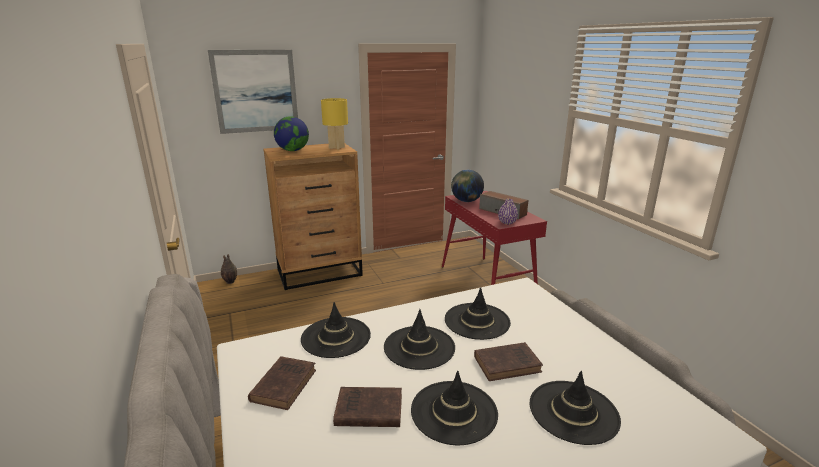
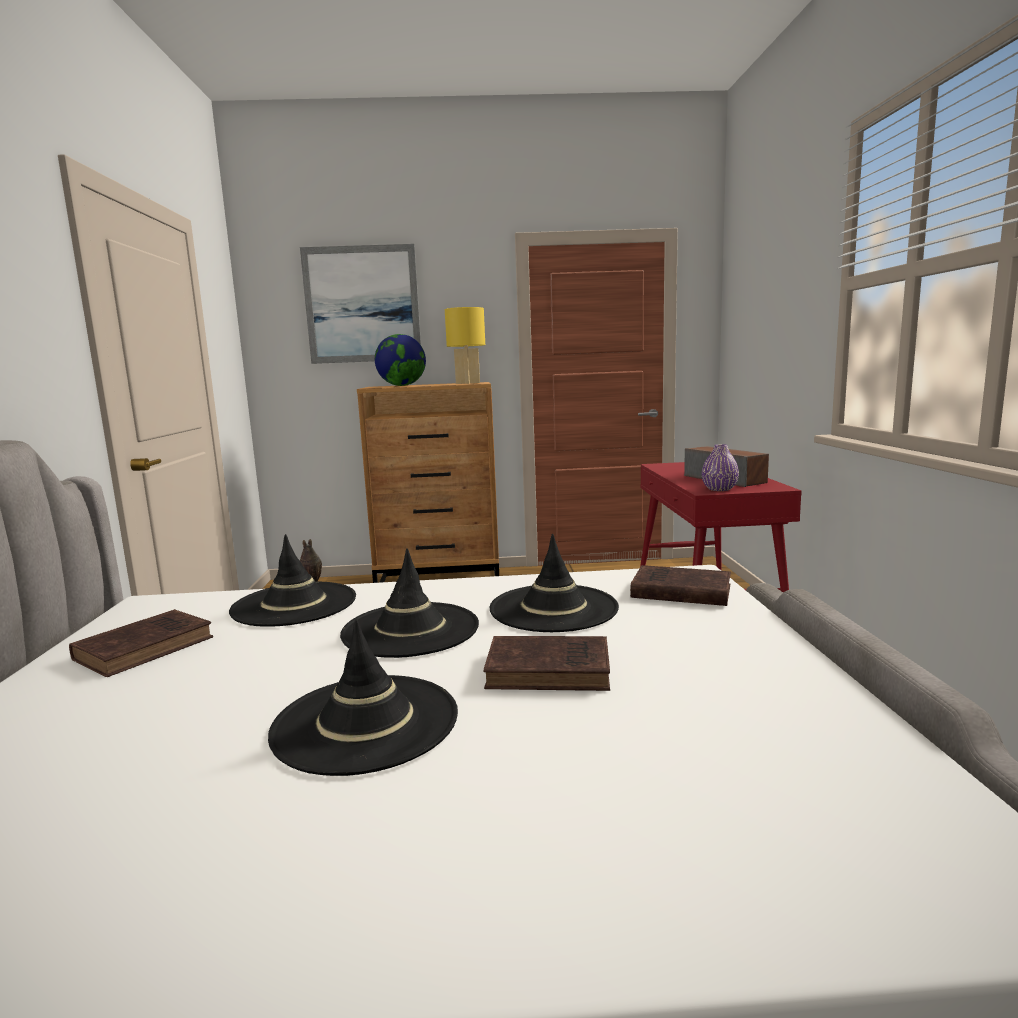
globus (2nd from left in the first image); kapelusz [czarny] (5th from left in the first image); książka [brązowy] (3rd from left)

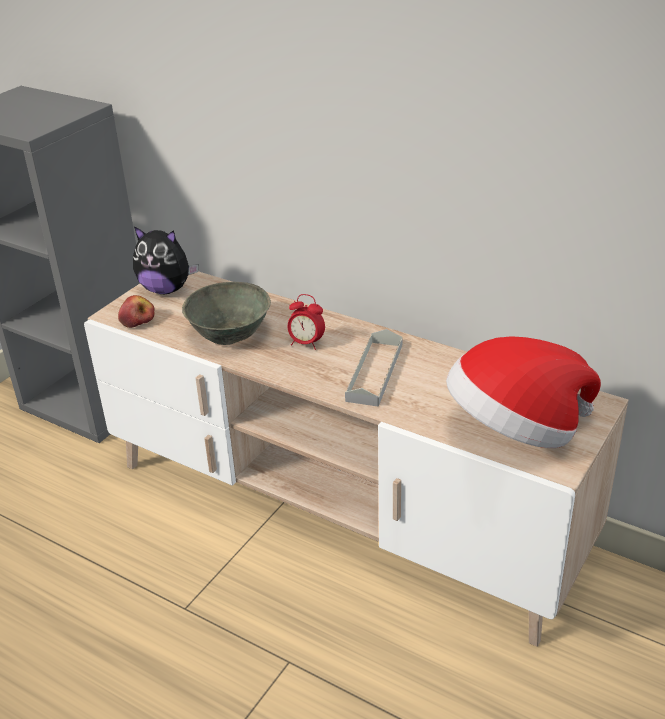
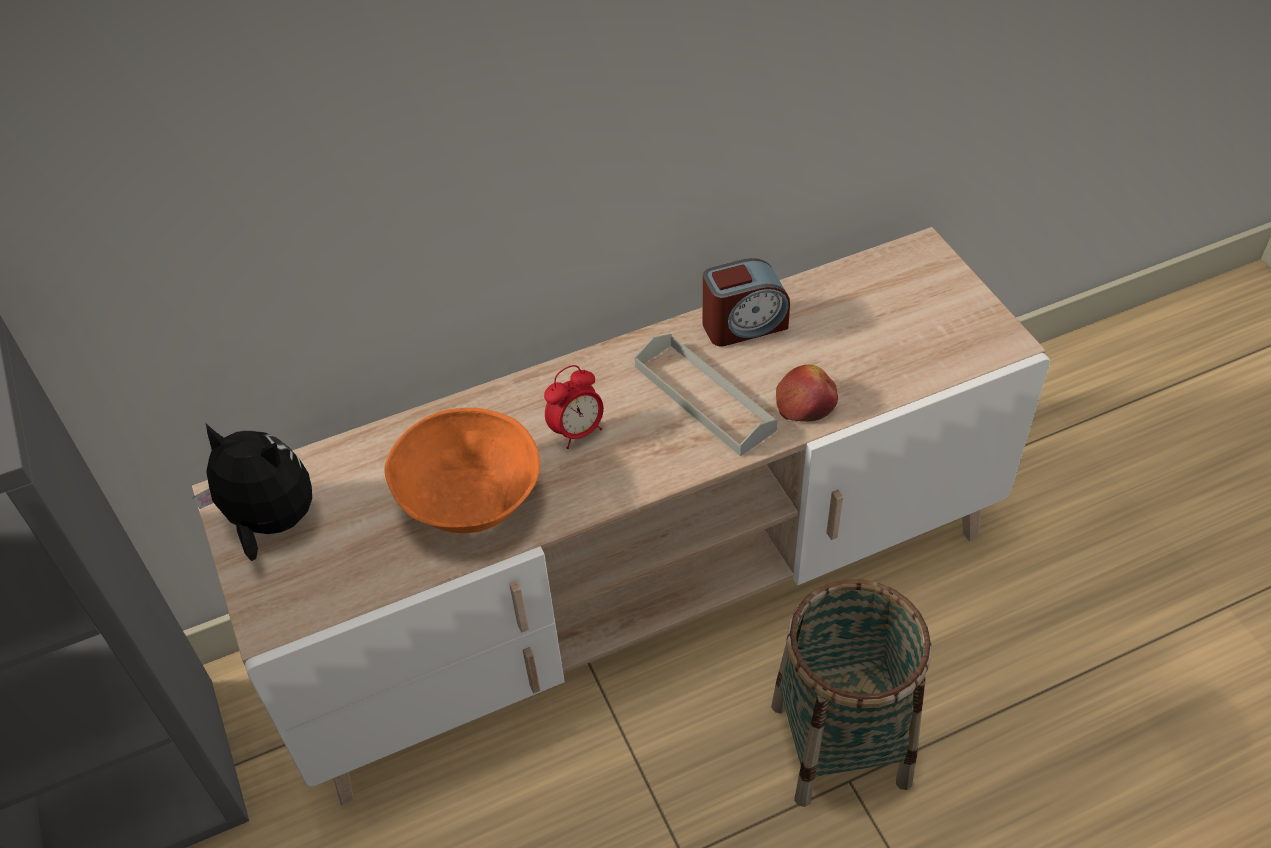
kapelusz; budzik (2nd from left); koszyk; jabłko; miska [pomarańczowy]; pluszak

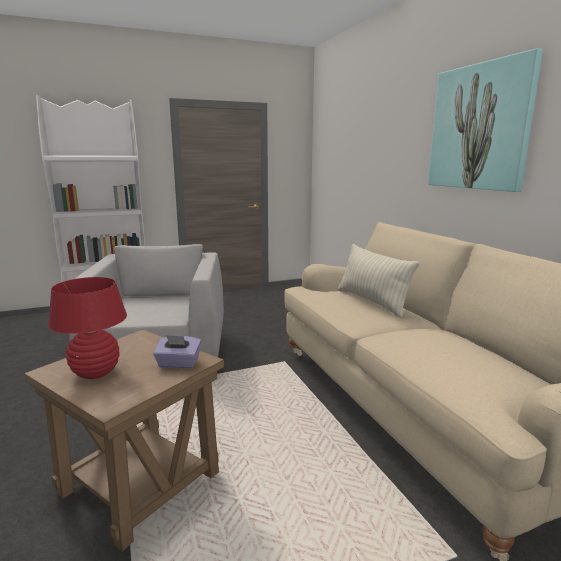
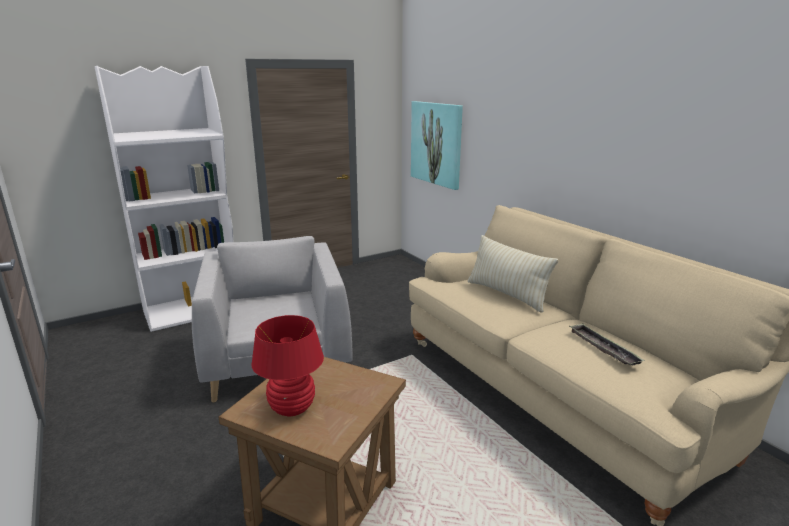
pudełko chusteczek [fioletowy]; taca; obraz

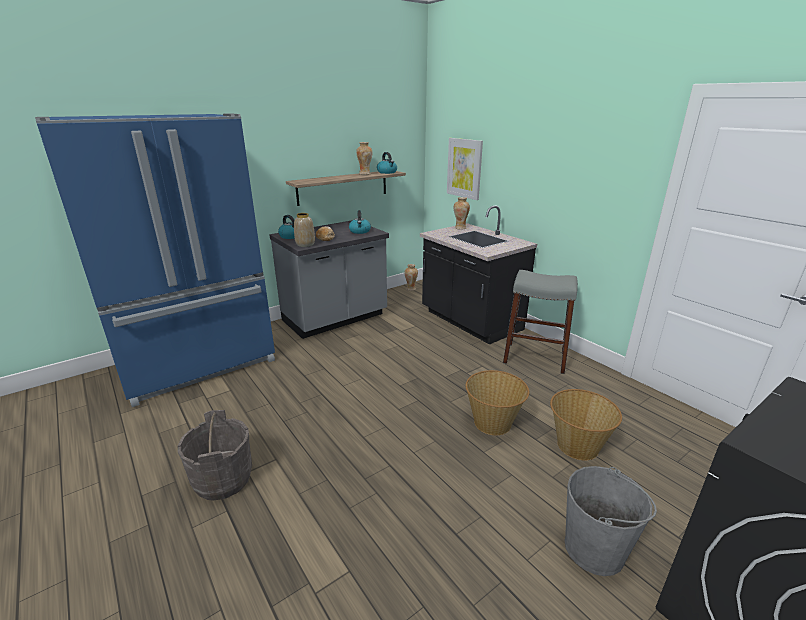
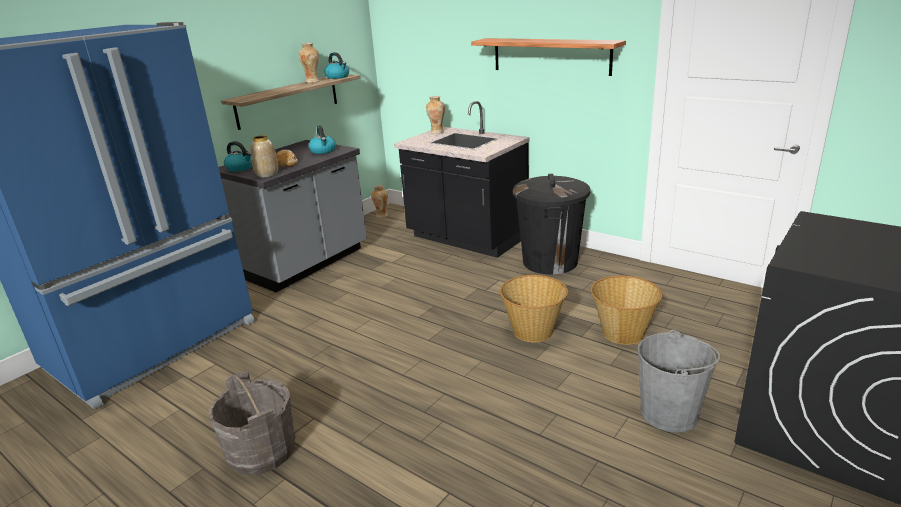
obraz; półka (2nd from left); kosz na śmieci [czarny]

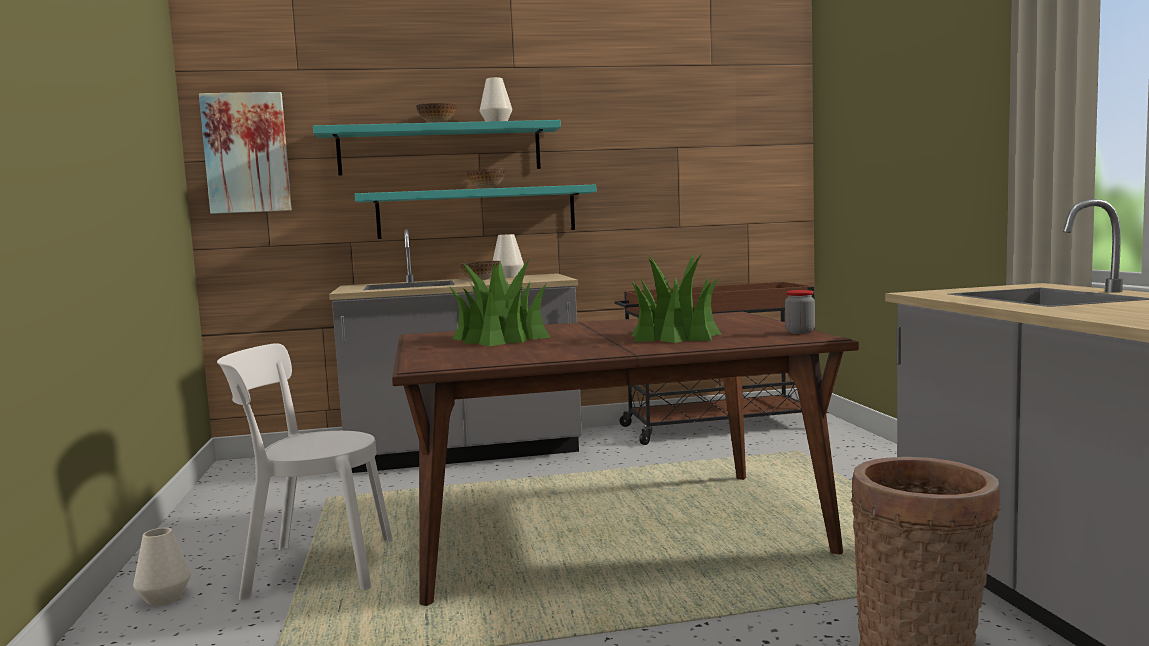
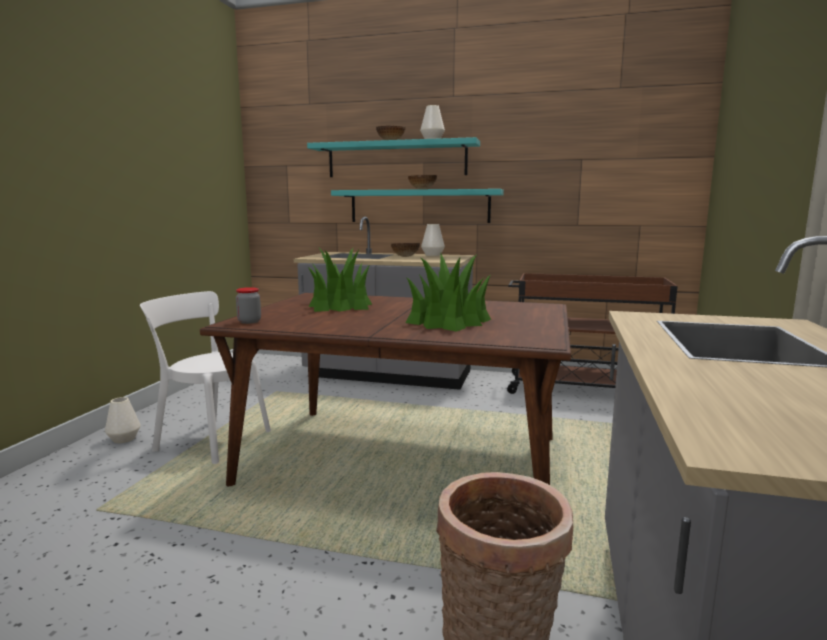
obraz; słoik

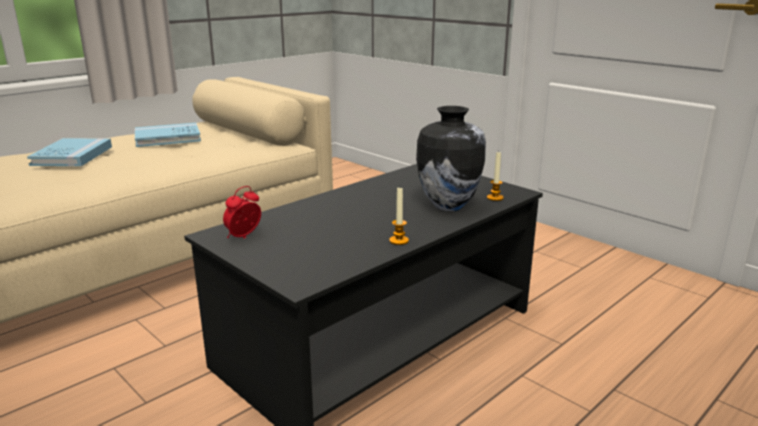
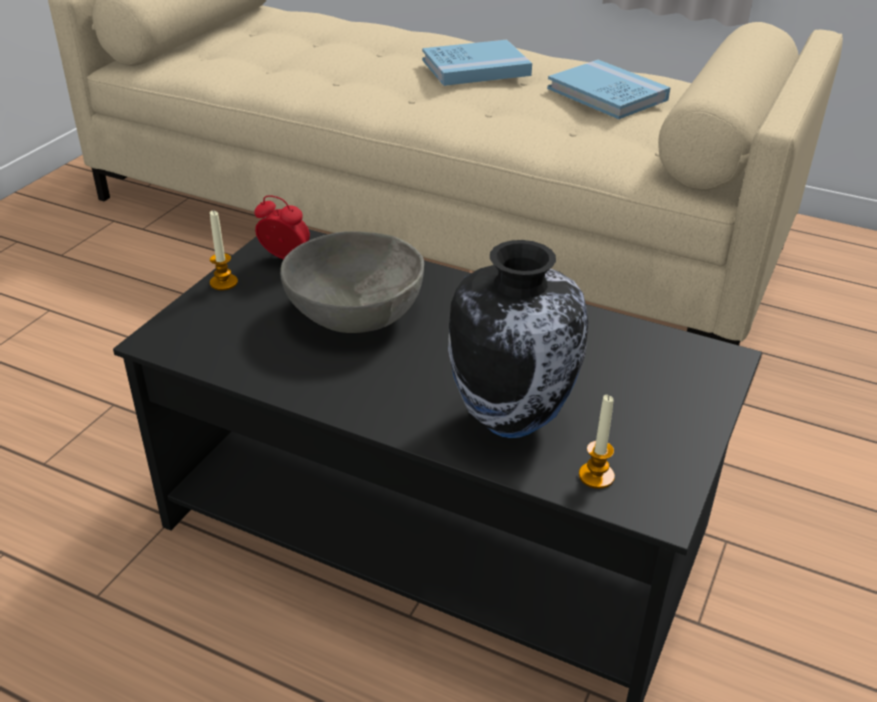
miska [szary]; świeca (1st from left)

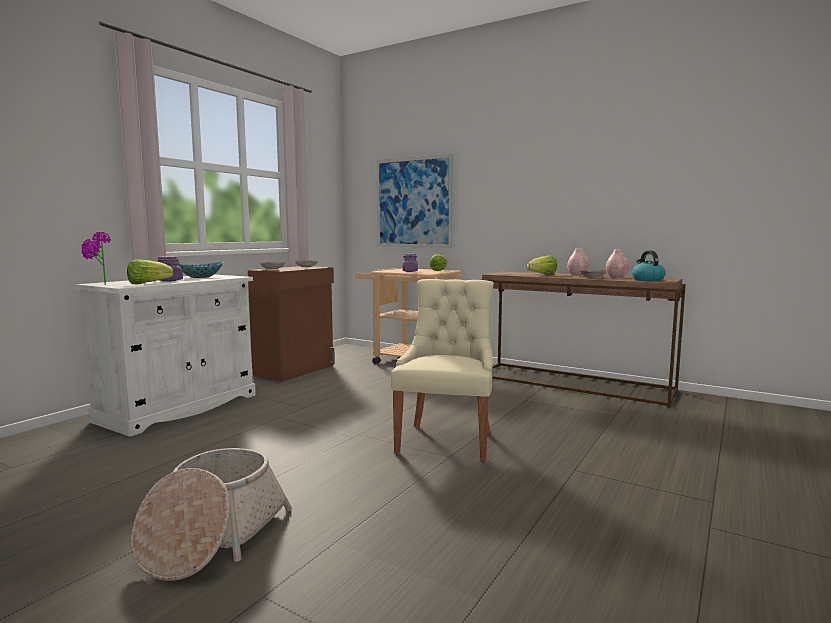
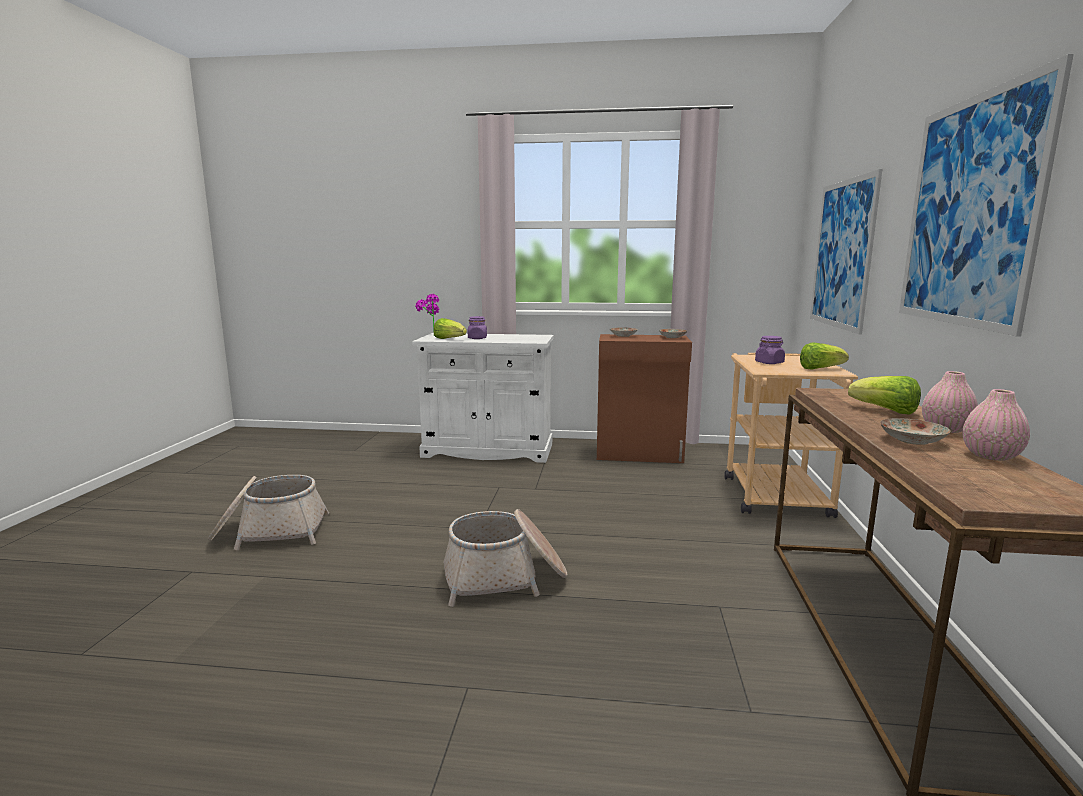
miska; czajnik; obraz (2nd from left); koszyk (2nd from left)

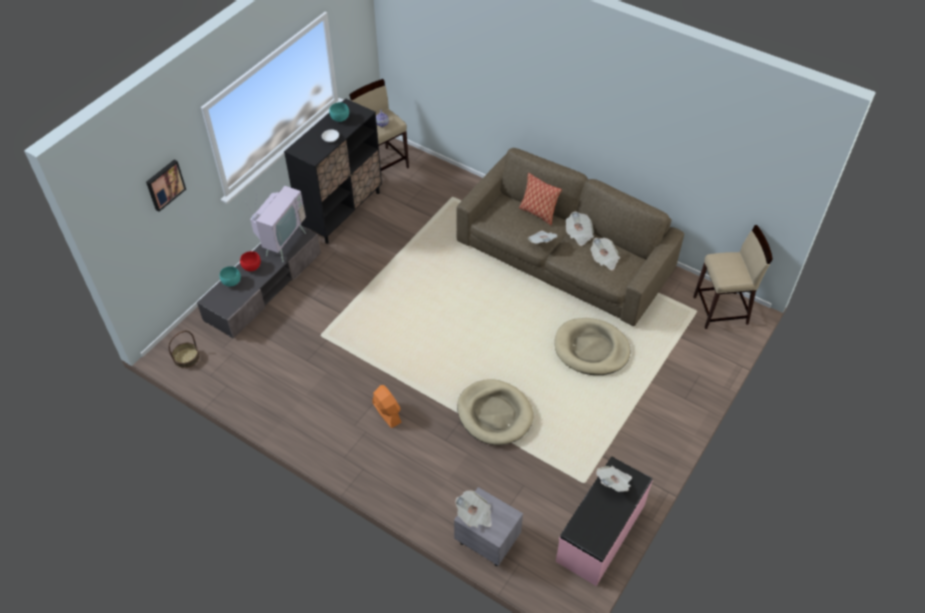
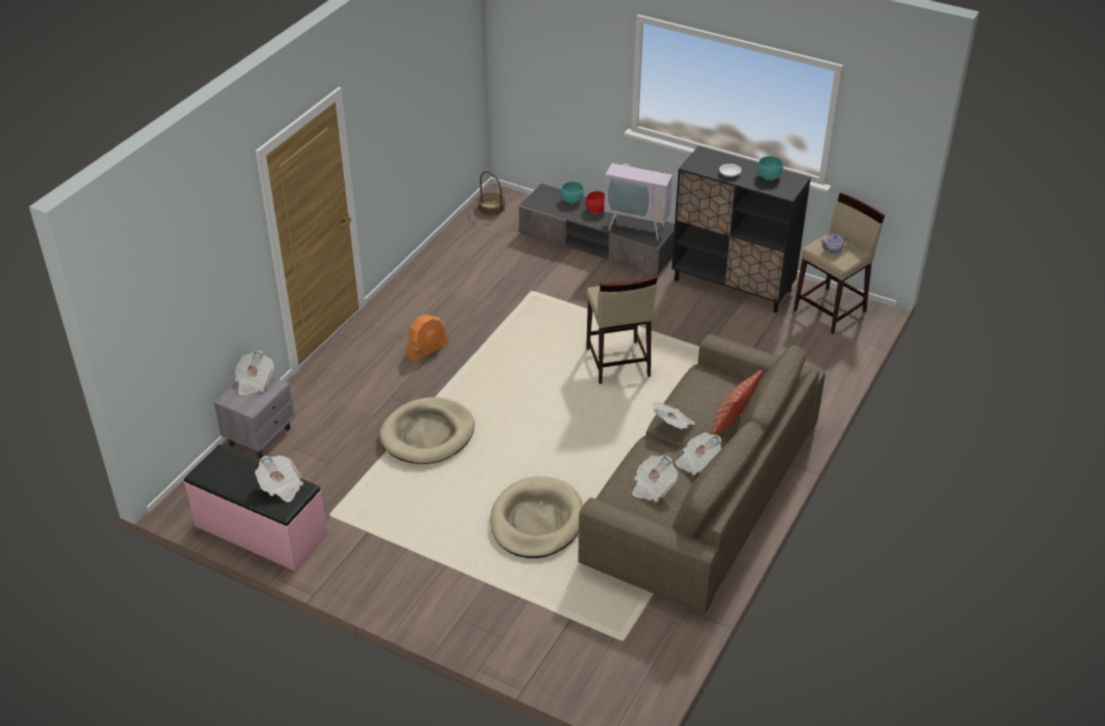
obraz; stołek [beżowy] (1st from left)

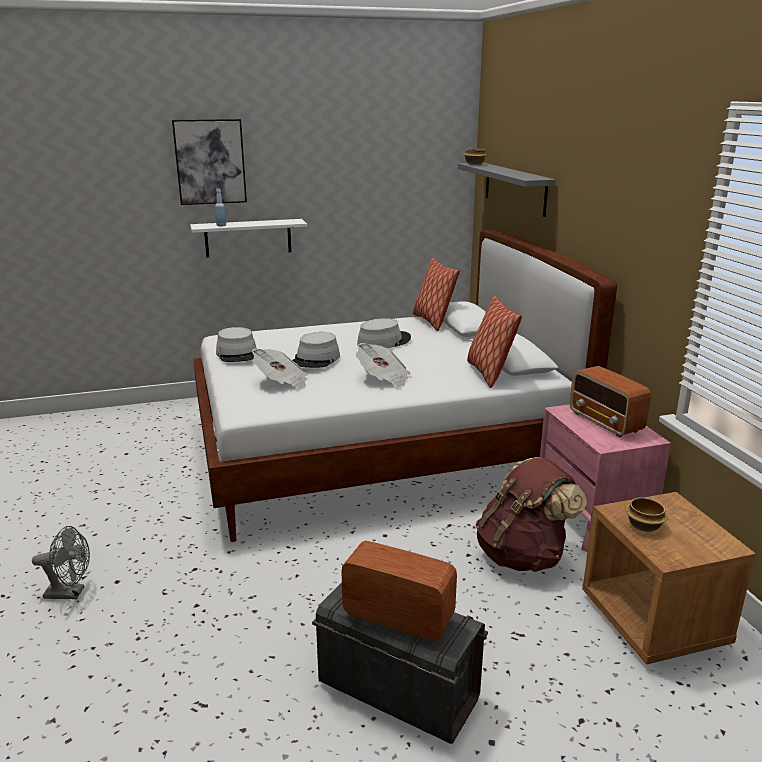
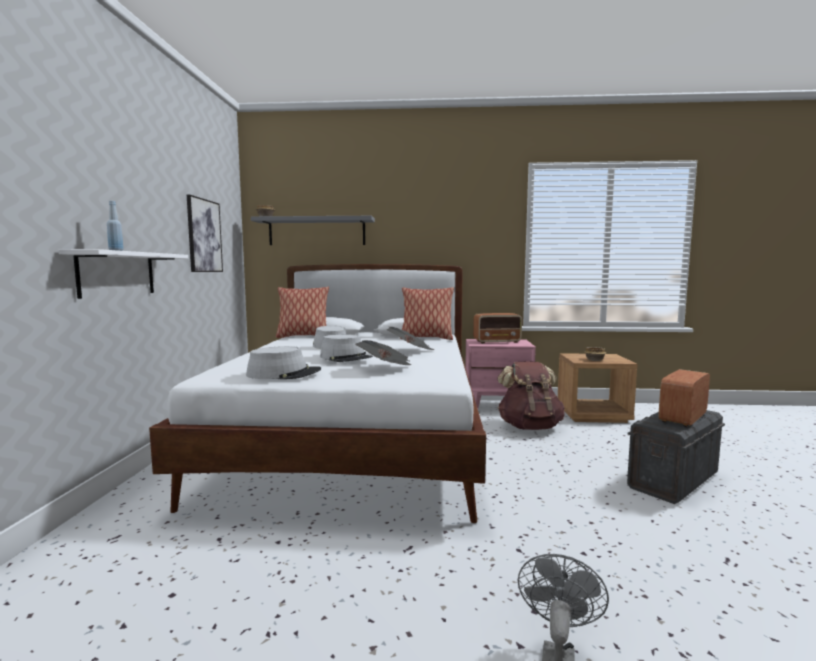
obraz

